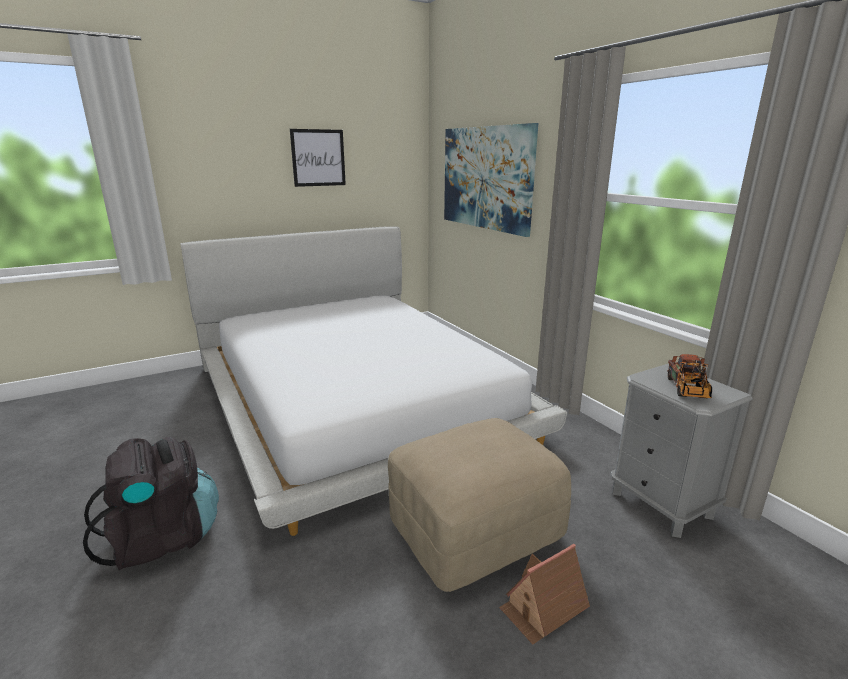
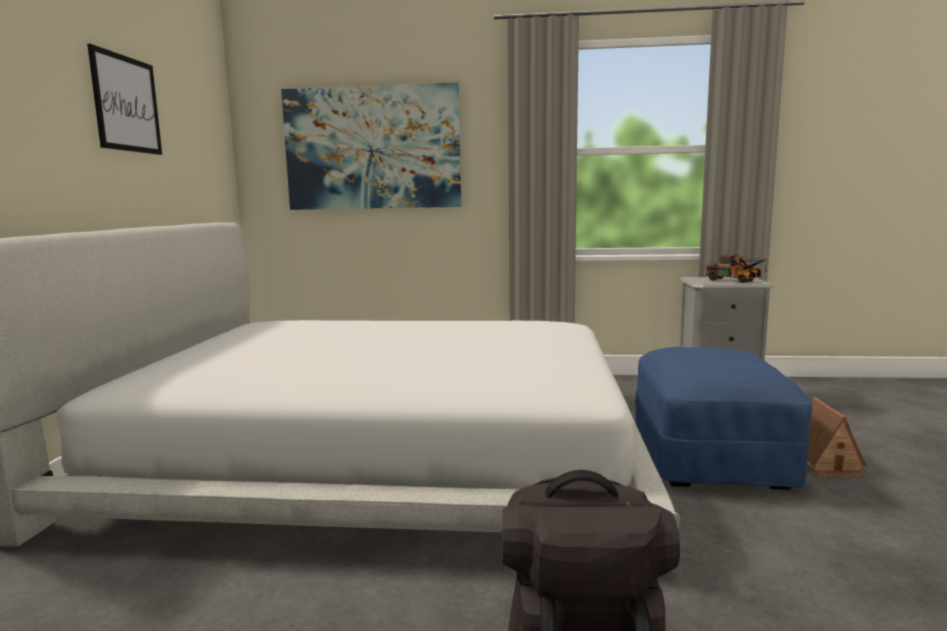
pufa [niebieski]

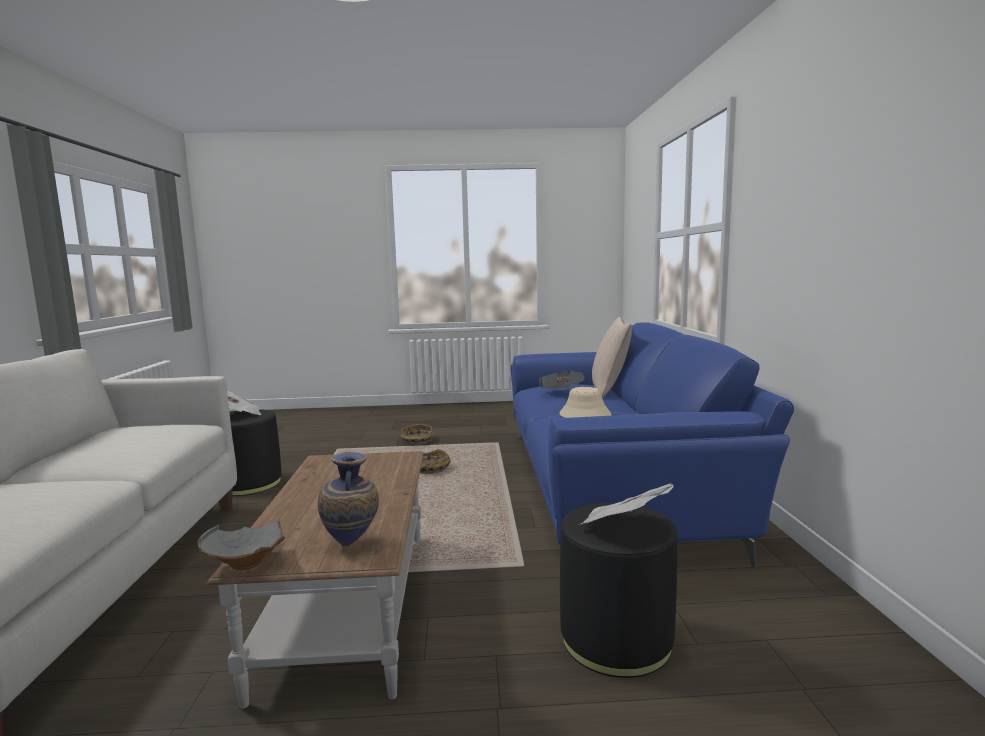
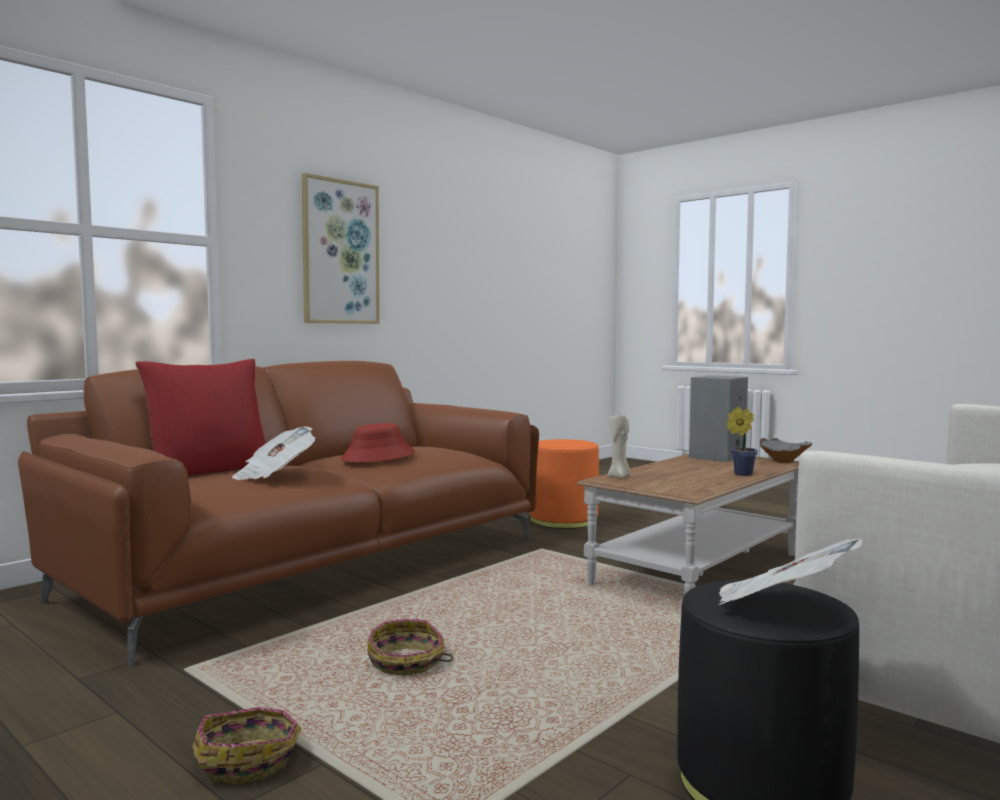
gazeta (3rd from left in the first image); obraz; świeca [beżowy]; roślina doniczkowa; głośnik [szary]; kanapa [brązowy]; kapelusz [czerwony]; pufa [pomarańczowy]; poduszka [czerwony]

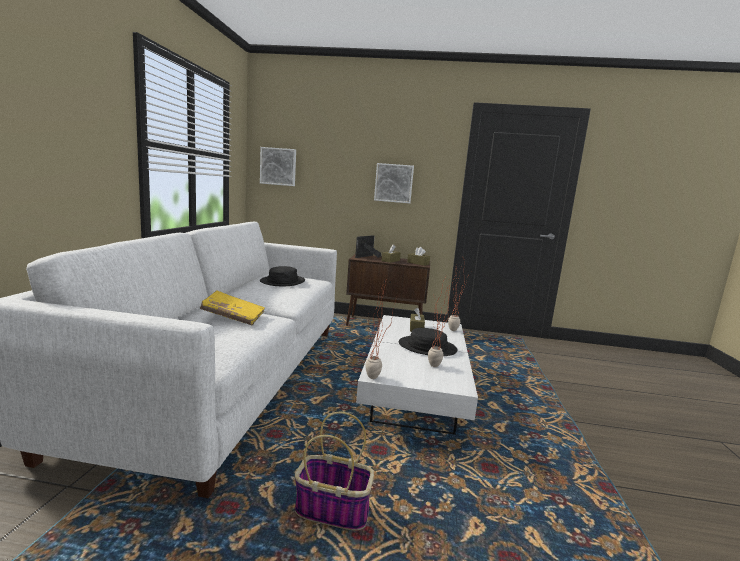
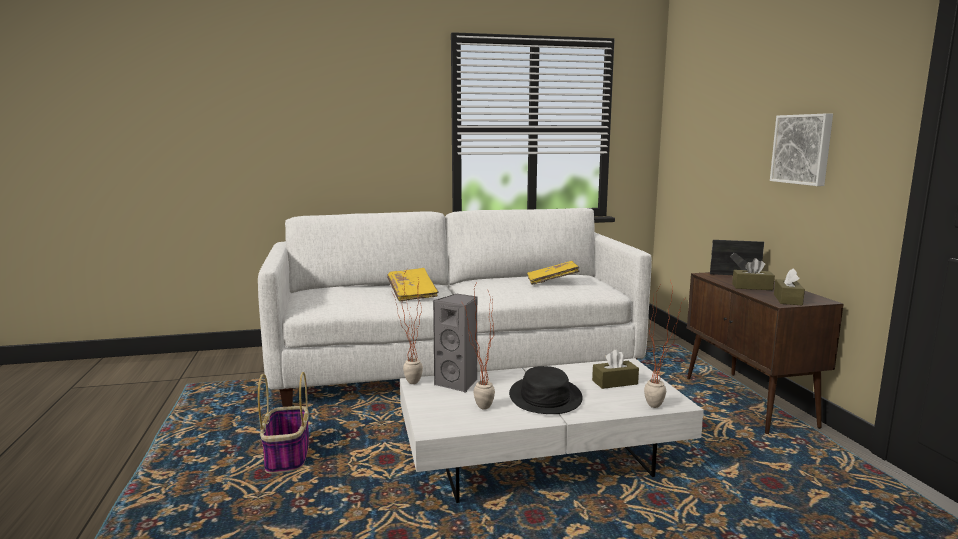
obraz (1st from left in the first image); głośnik [szary]; książka [żółty] (2nd from left)

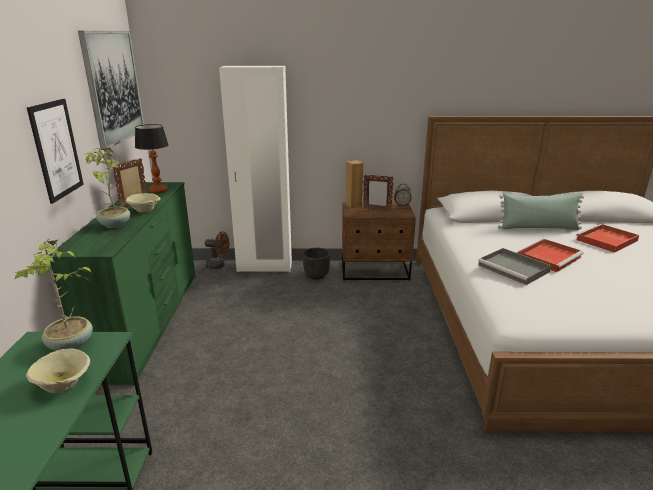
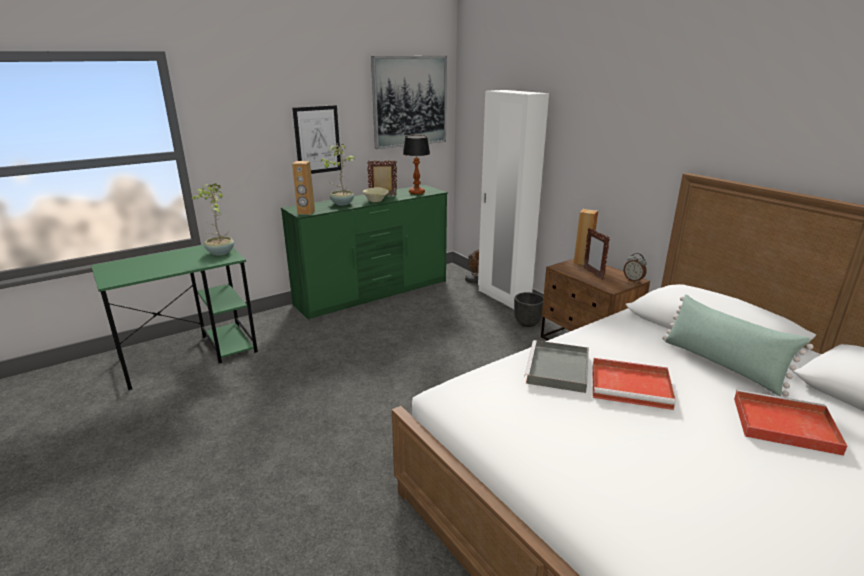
miska [beżowy] (1st from left in the first image); głośnik [brązowy] (1st from left)

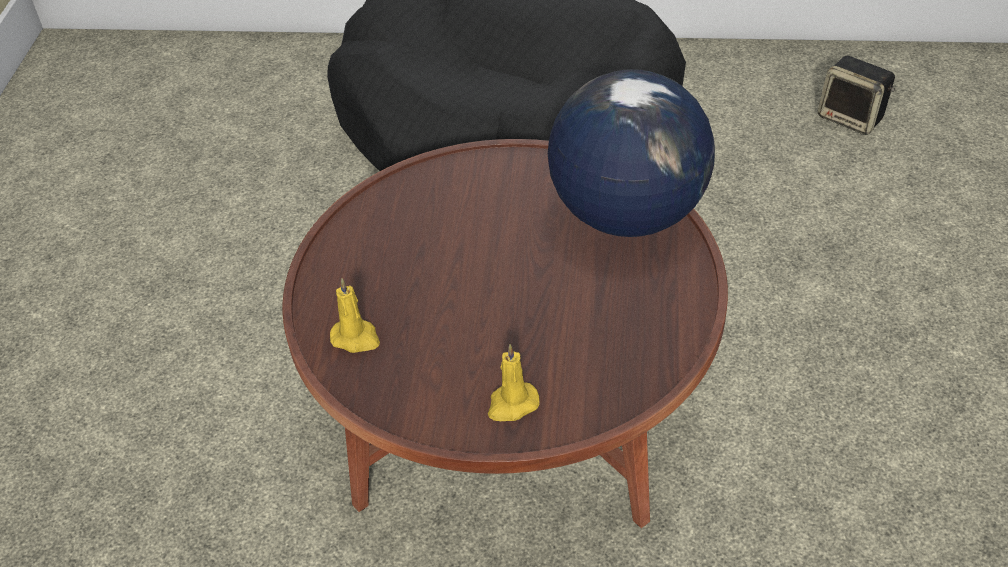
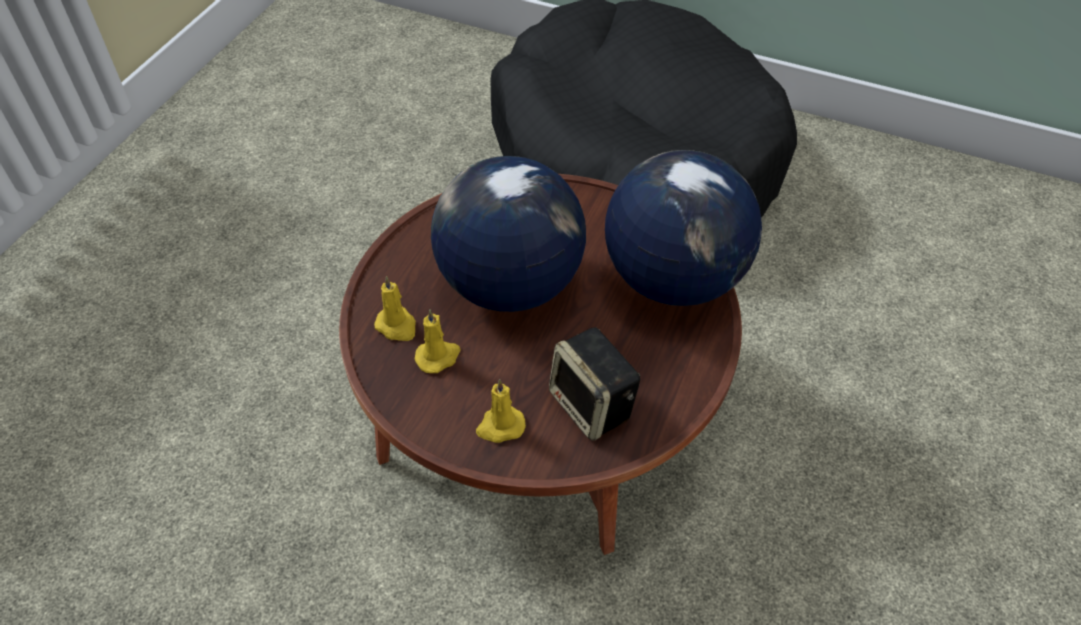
świeca [żółty] (2nd from left); globus (1st from left); głośnik

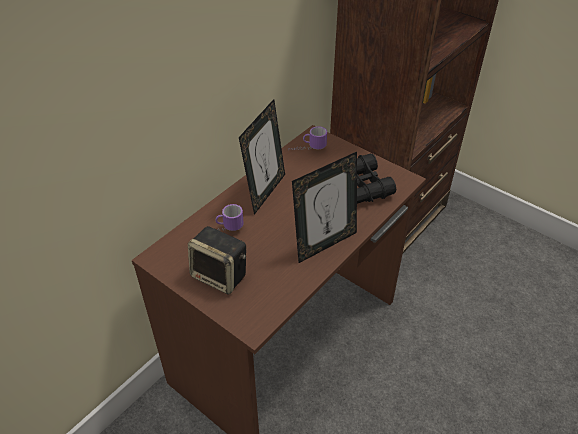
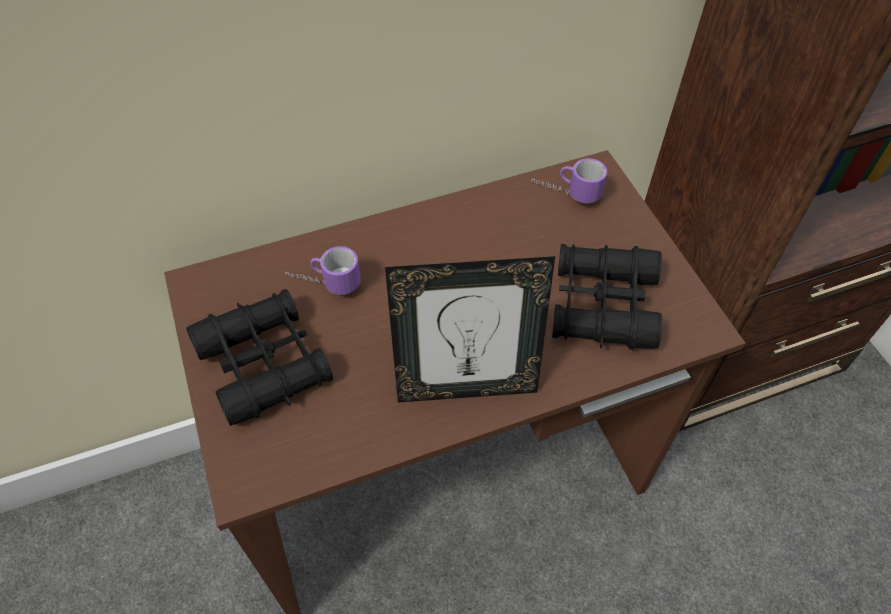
ramka na zdjęcie (1st from left in the first image); lornetka [czarny] (1st from left)

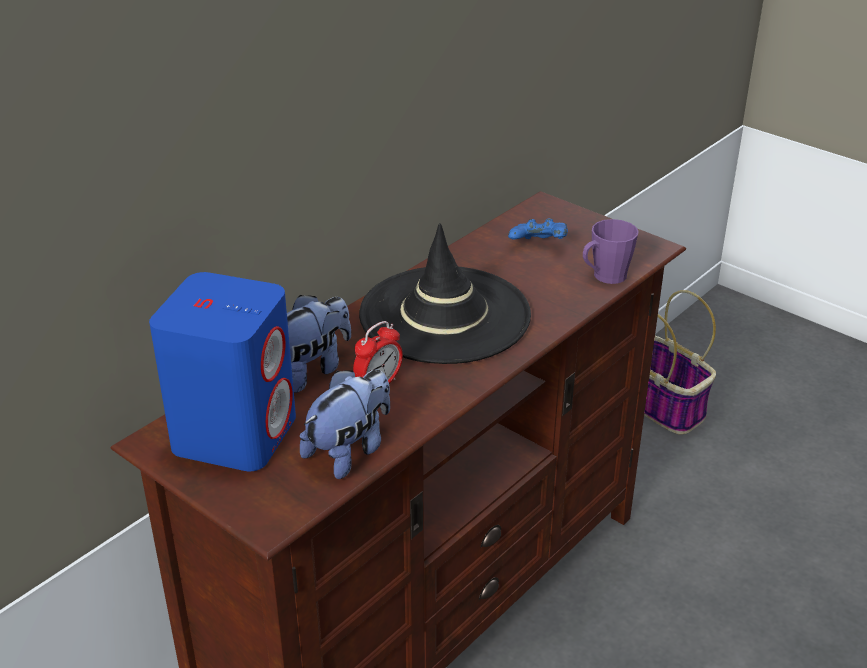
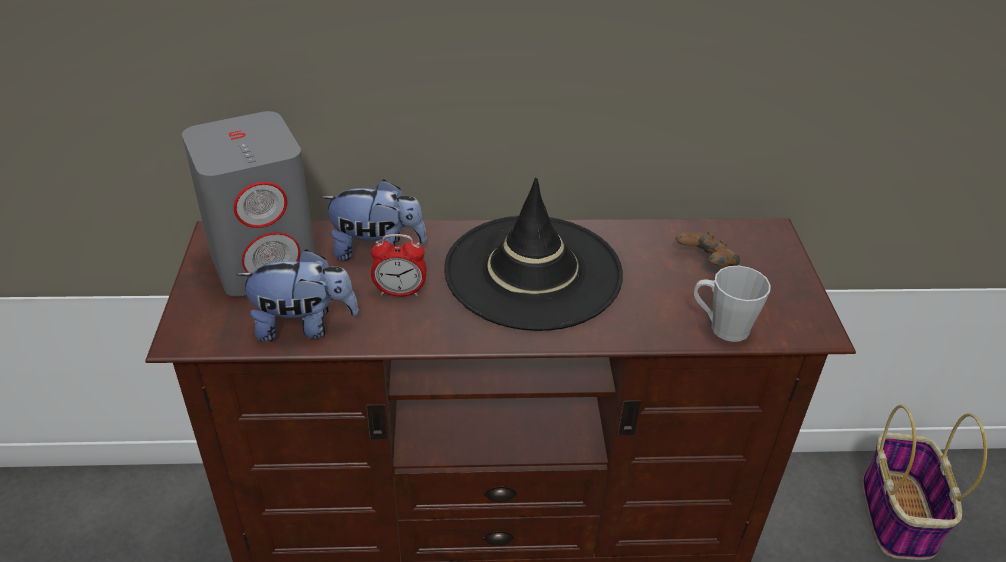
głośnik [szary]; pad do gier [brązowy]; kubek [szary]

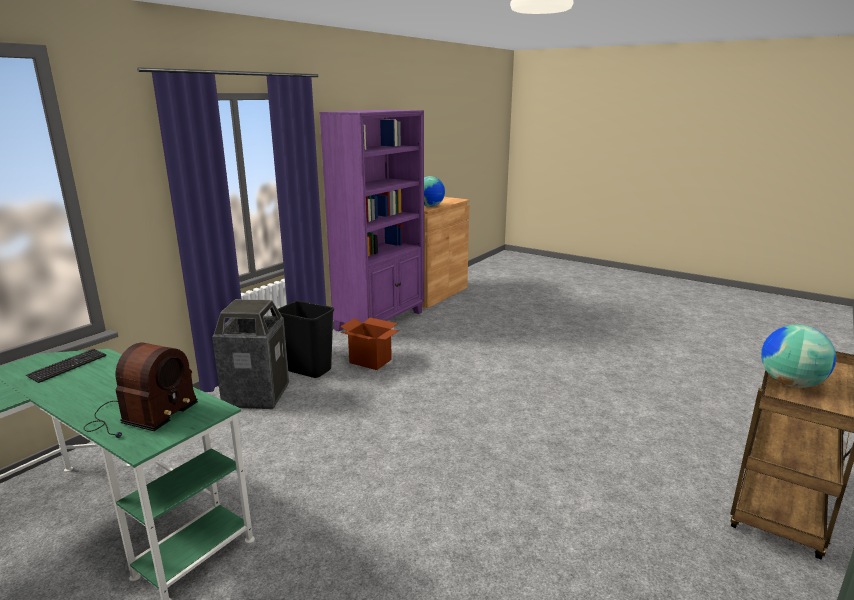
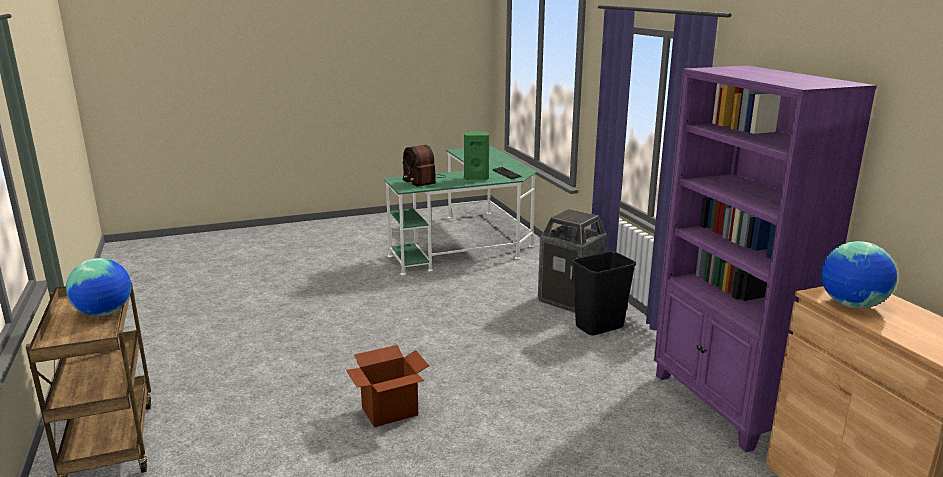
głośnik [zielony]; karton

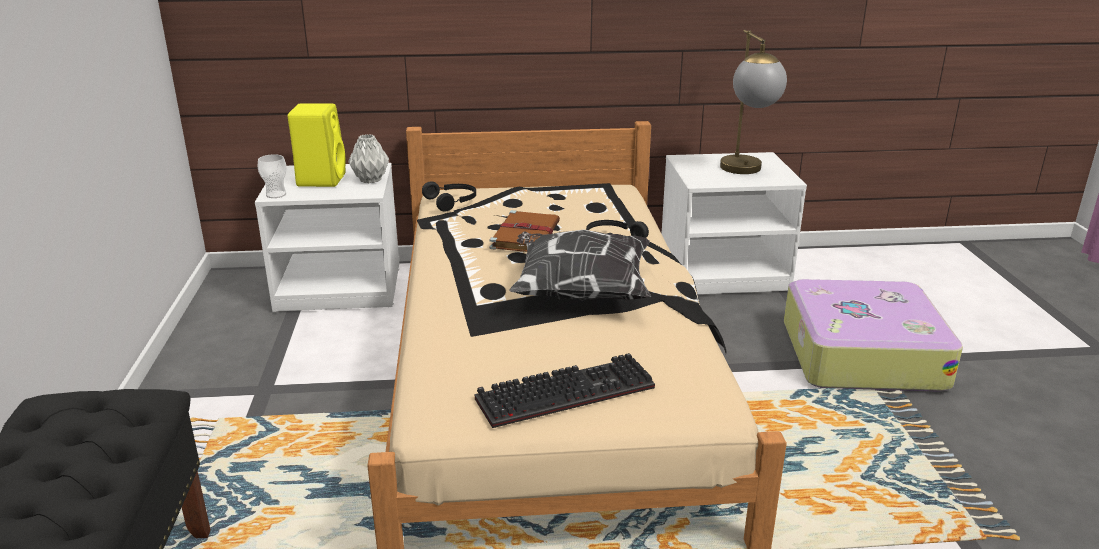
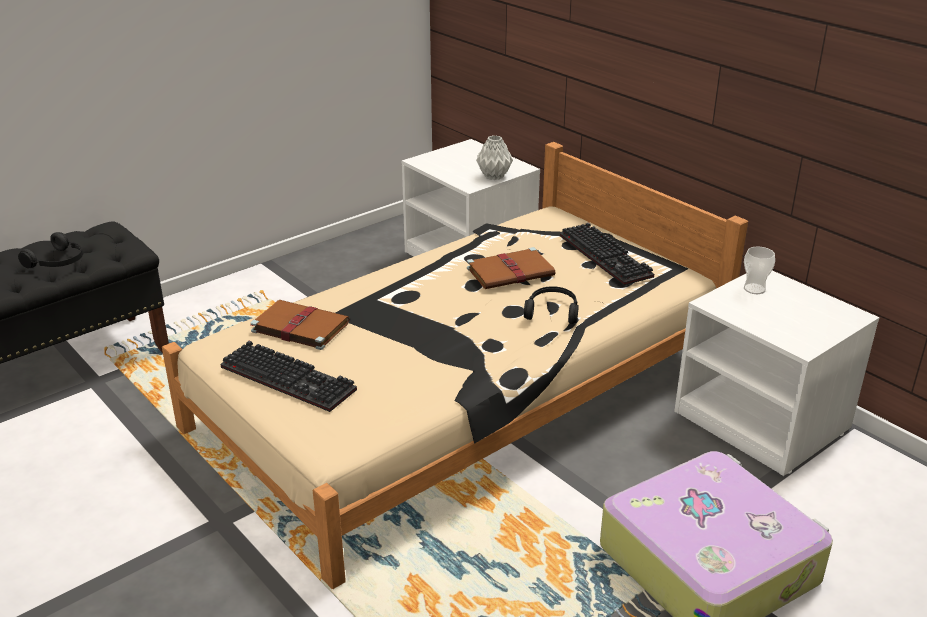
głośnik [żółty]; poduszka; lampa stołowa; książka [brązowy] (1st from left); klawiatura (2nd from left); filiżanka; słuchawki [czarny] (1st from left)

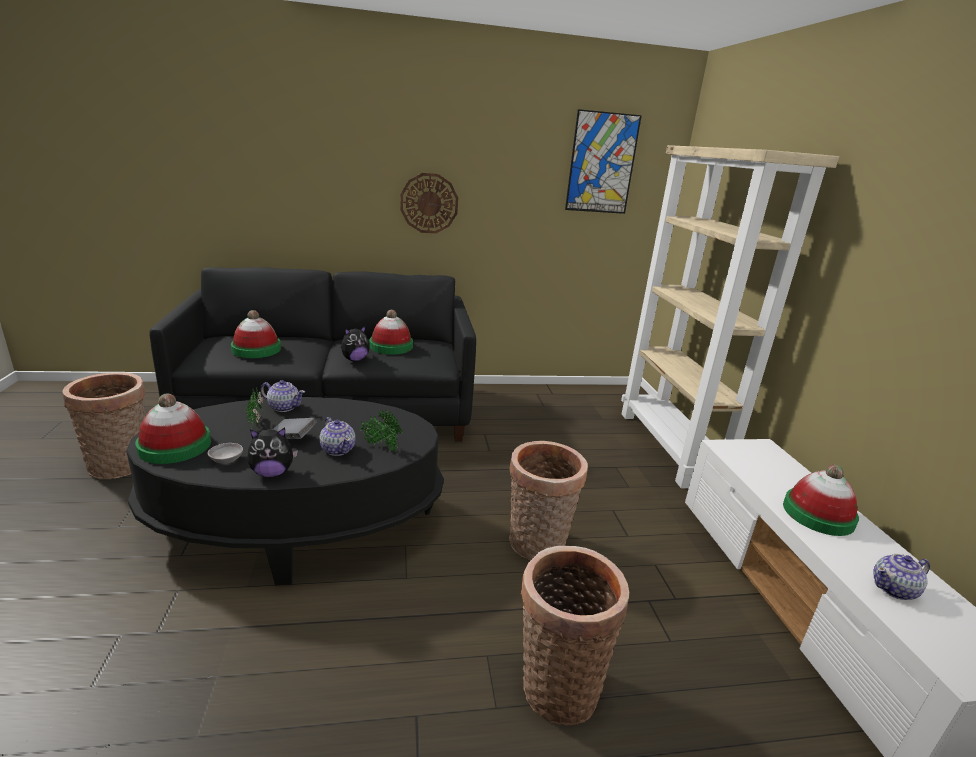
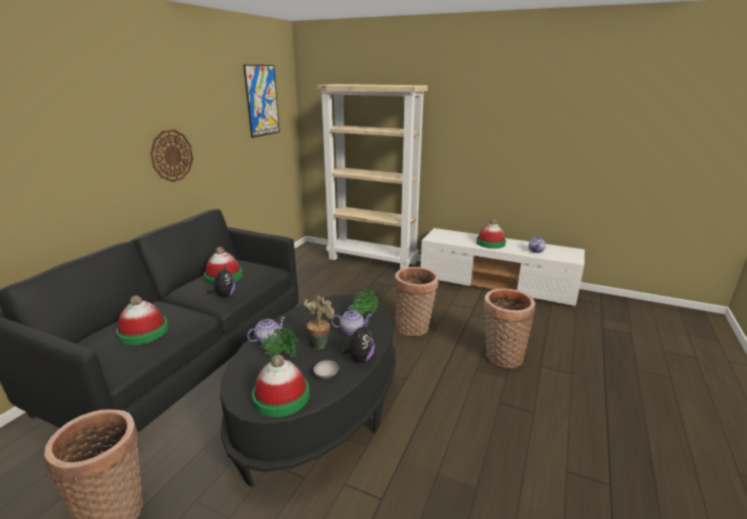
roślina doniczkowa (2nd from left)

